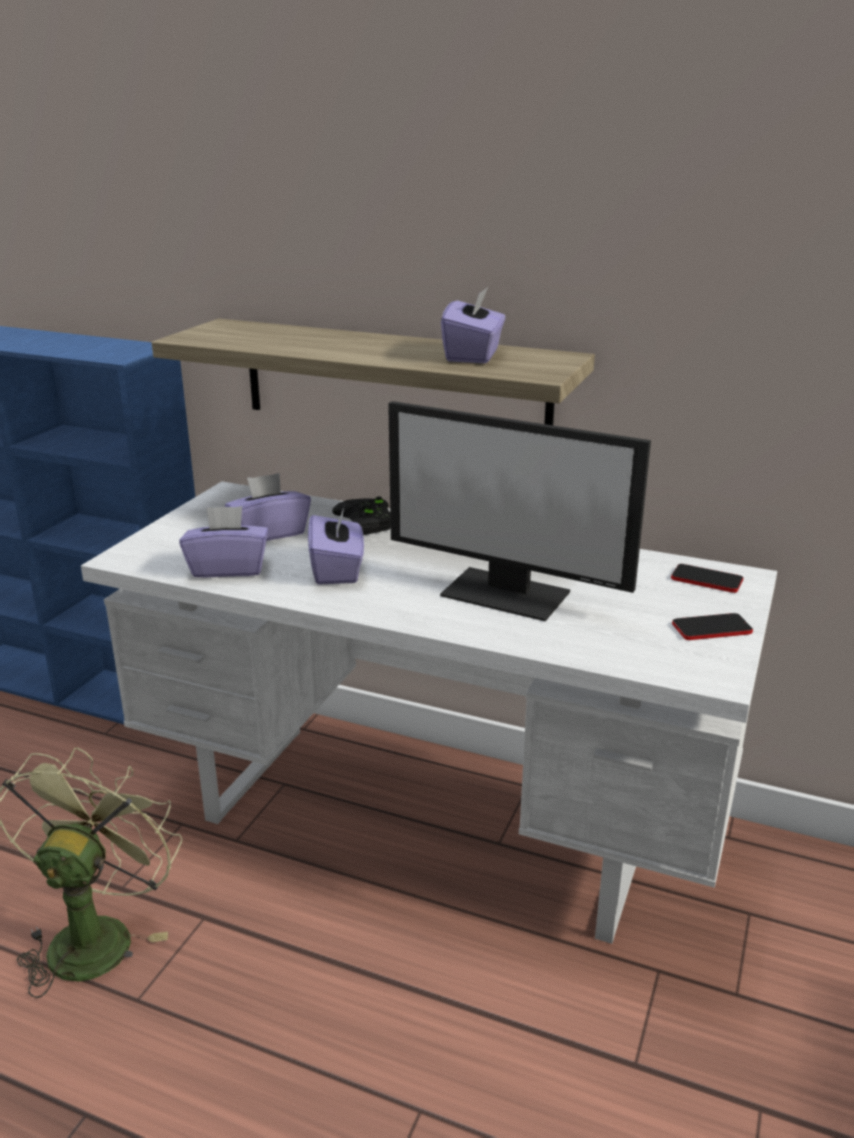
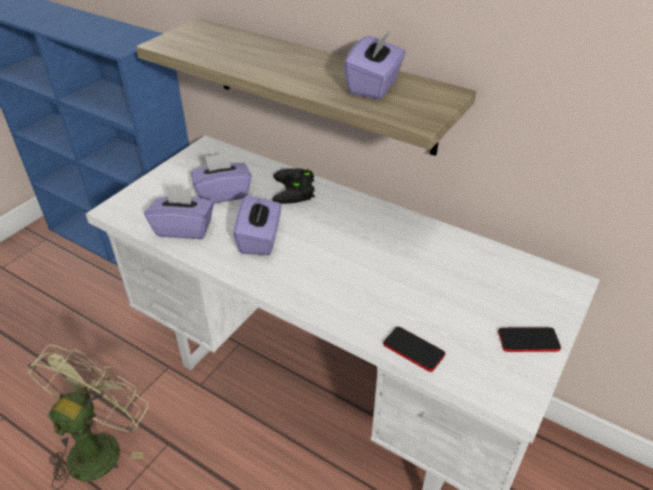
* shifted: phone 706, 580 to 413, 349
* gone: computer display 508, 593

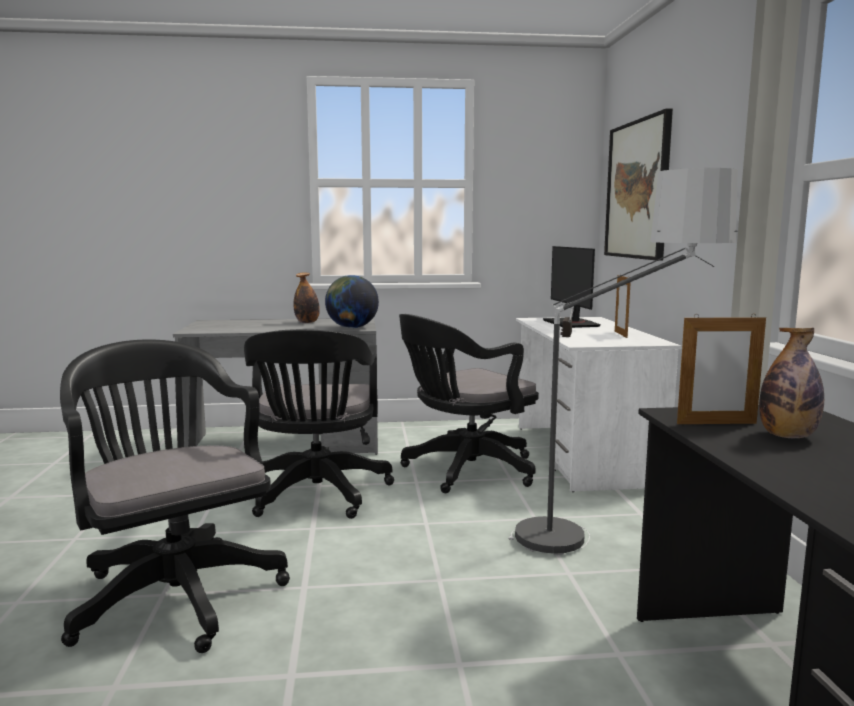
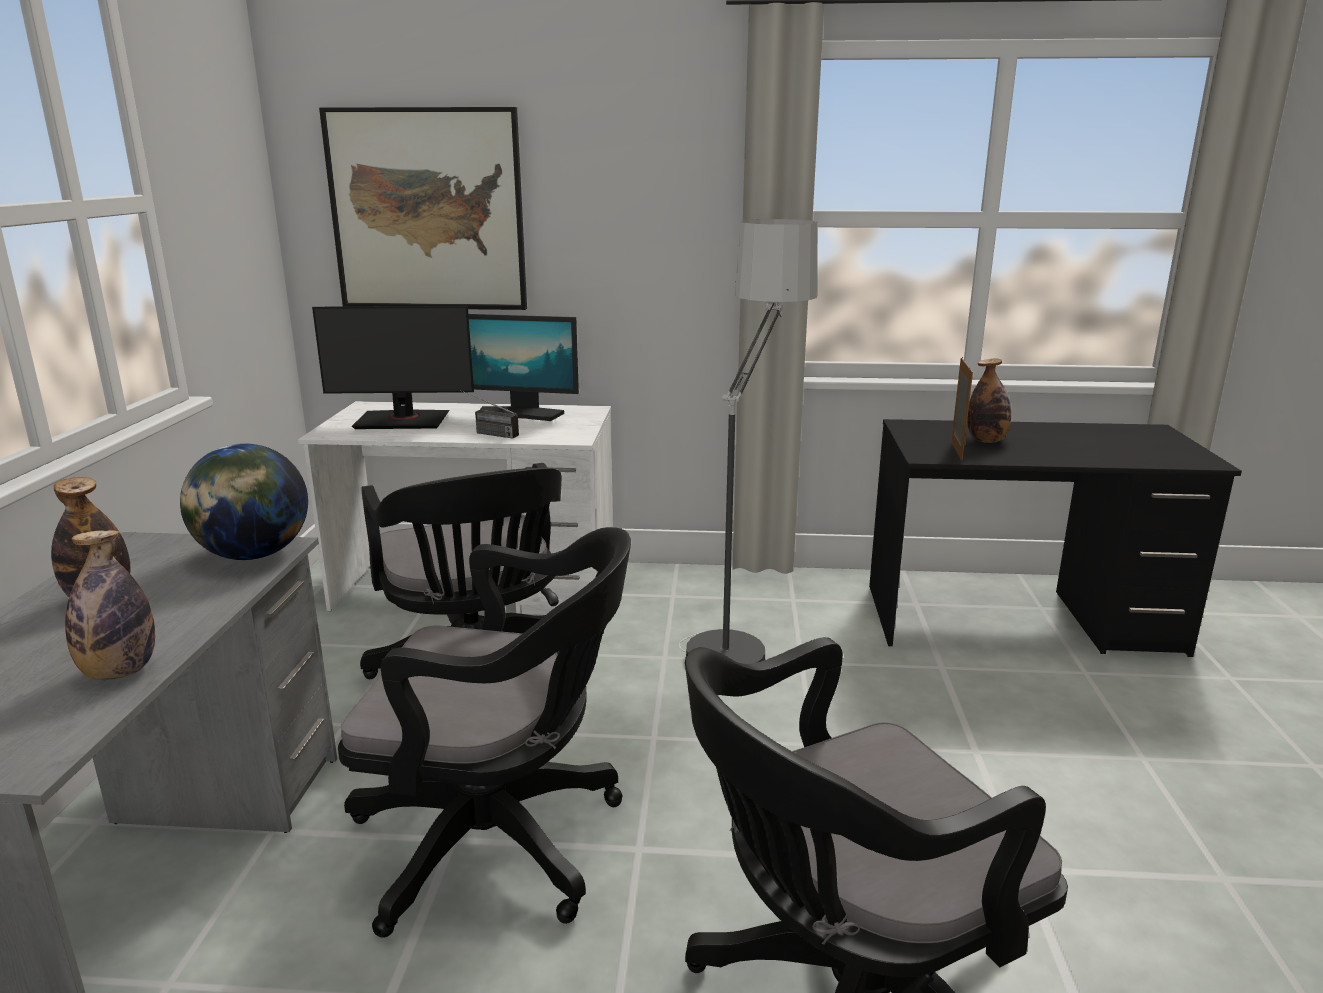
* new: drink bottle 119, 672
* swapped: picture frame 620, 334 to computer display 520, 414

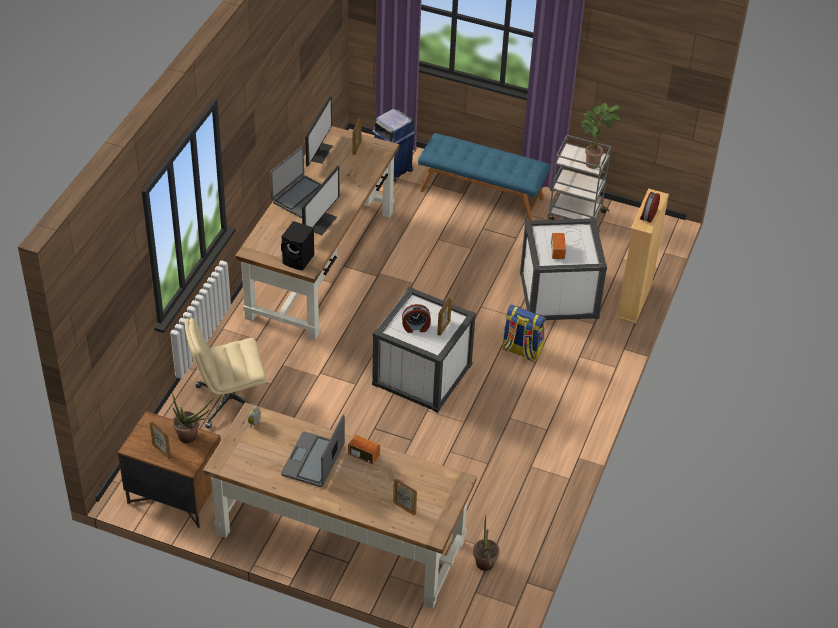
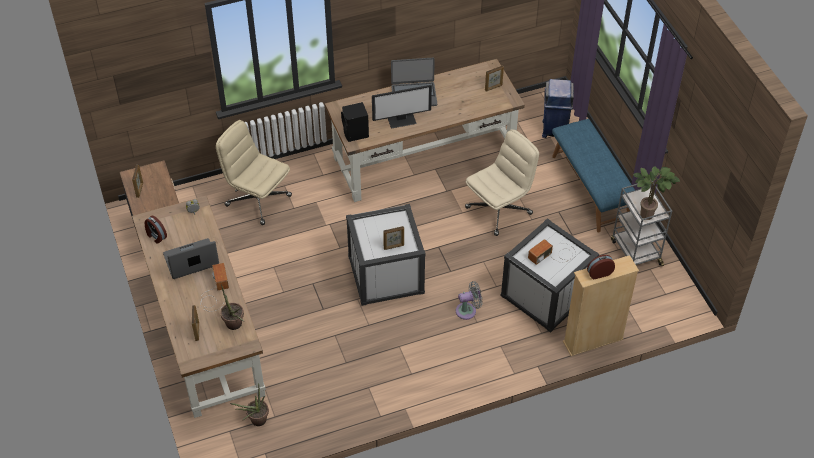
* shifted: bedside clock 416, 327 to 156, 236
* shifted: houseplant 191, 437 to 235, 326
* swapped: rucksack 521, 350 to fan (gray) 468, 310
* new: computer chair (sand-coloured) 499, 210
* gone: computer display 318, 152

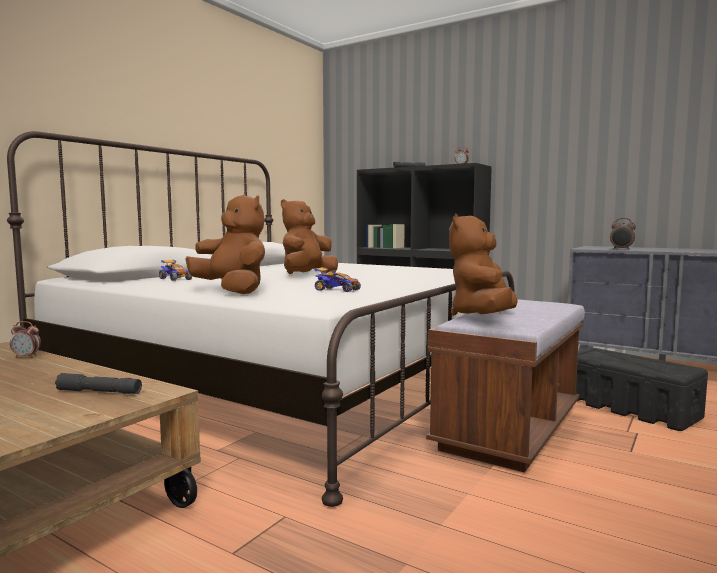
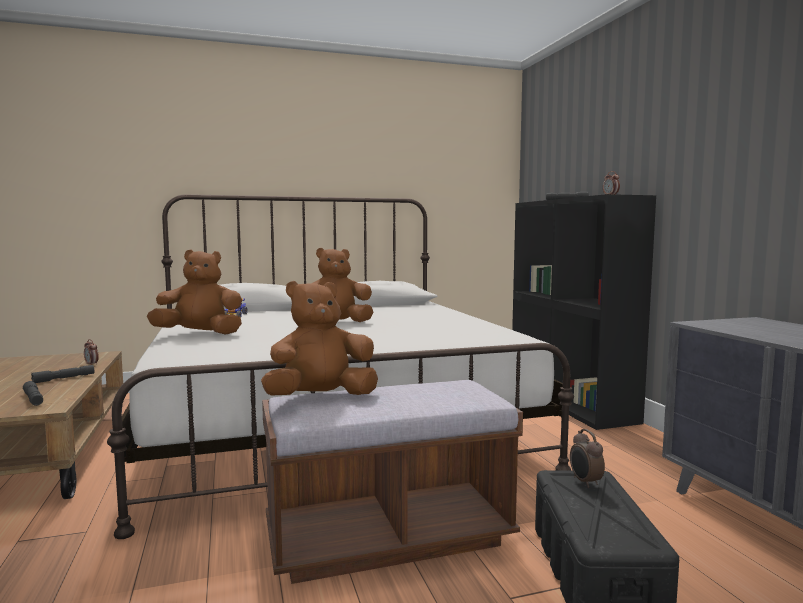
* new: hand torch (gray) 64, 378
* rotated: soft toy (brown-coloured) 232, 291 = 200, 334 90 degrees counterclockwise
* shifted: bedside clock 621, 249 to 585, 482
* gone: miniature car 336, 290

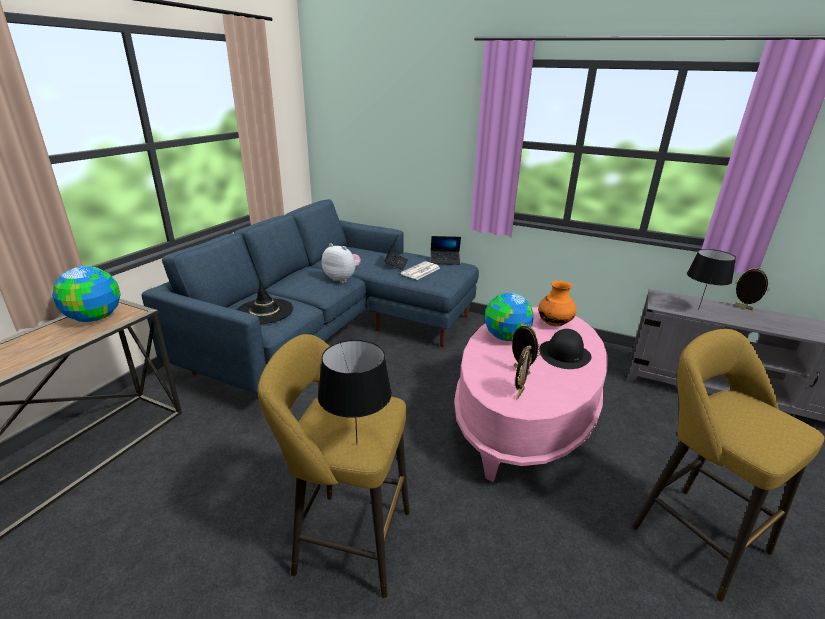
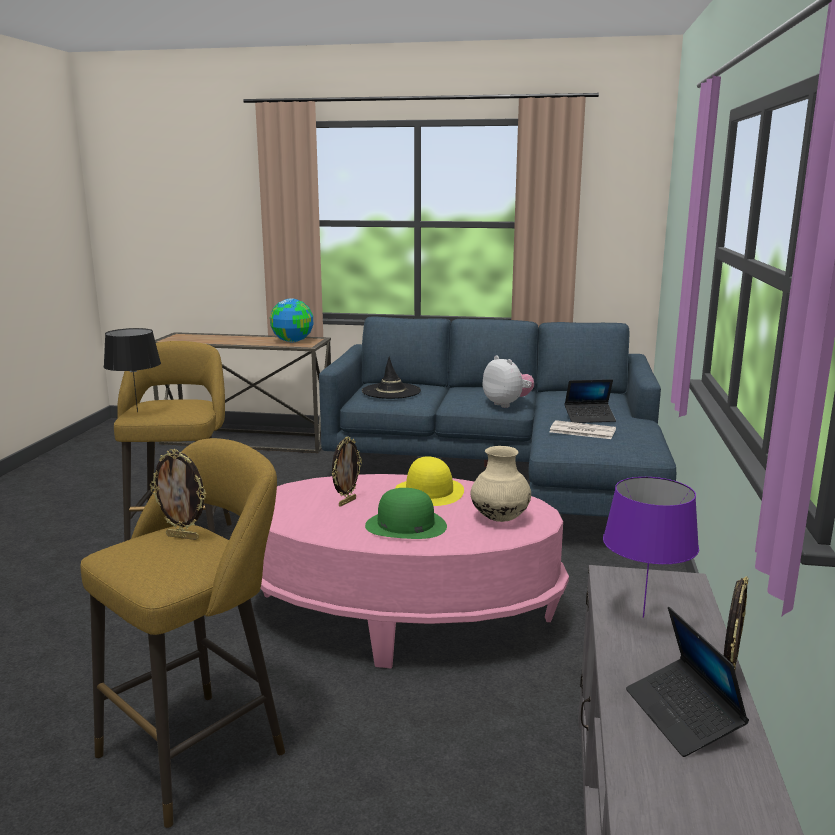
* shifted: picture frame 519, 394 to 183, 537
* repainted: hat (black-coloured) 564, 354 to hat (green-coloured) 405, 525
* swapped: globe 505, 337 to hat (yellow-coloured) 429, 491
* repainted: flower vase (orange) 554, 324 to flower vase (sand-coloured) 500, 519
* rotated: soft toy 342, 279 = 507, 404 45 degrees counterclockwise
* repainted: table lamp (black-coloured) 697, 309 to table lamp (purple) 643, 616
* shifted: laptop 445, 261 to 682, 716

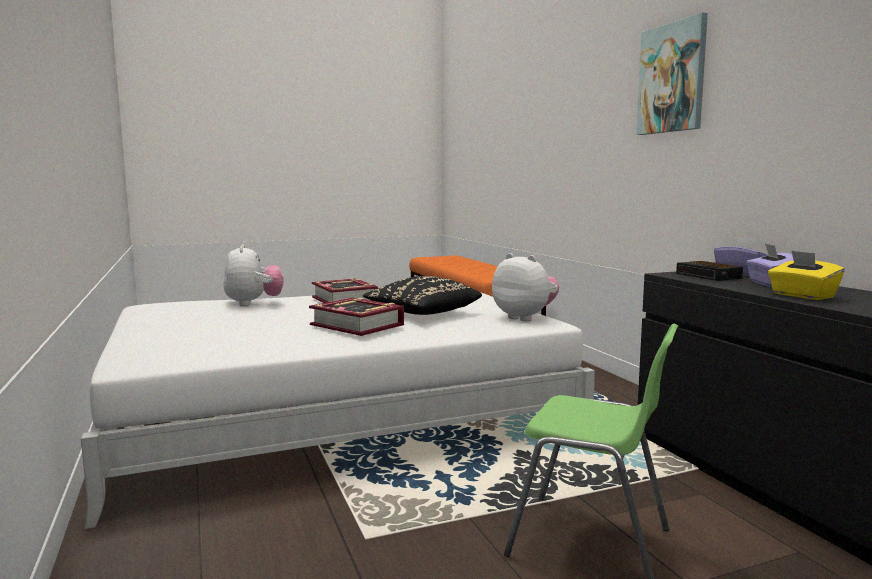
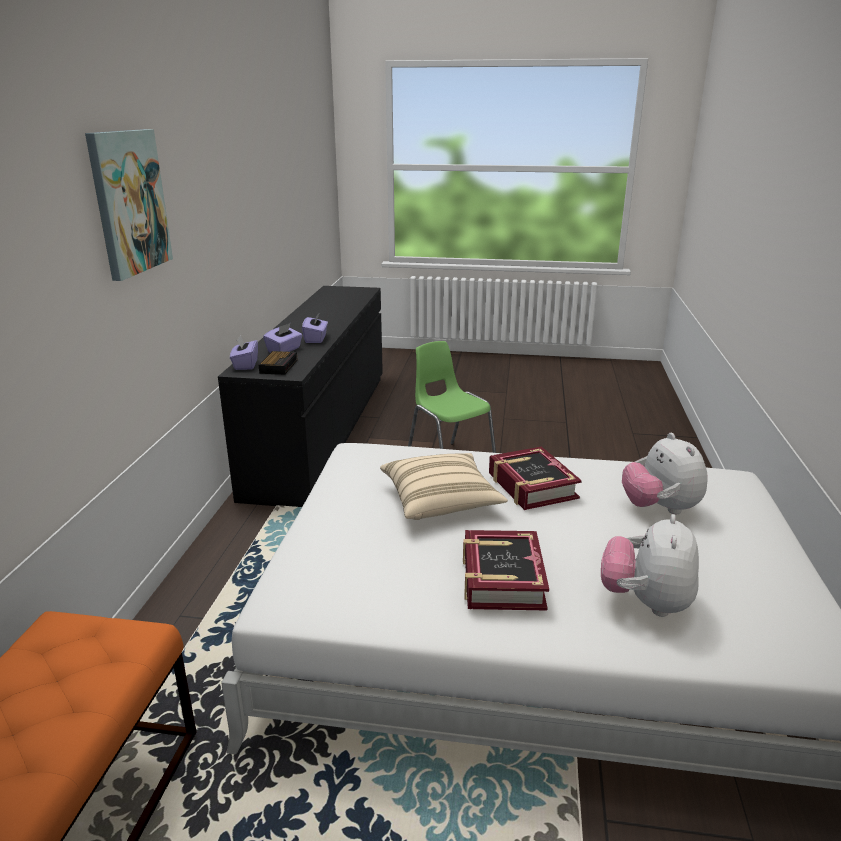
* repainted: box of tissues (yellow-coloured) 802, 296 to box of tissues (purple) 316, 339
* repainted: throw pillow (black-coloured) 422, 313 to throw pillow (sand-coloured) 440, 502
* shifted: soft toy 525, 318 to 659, 508

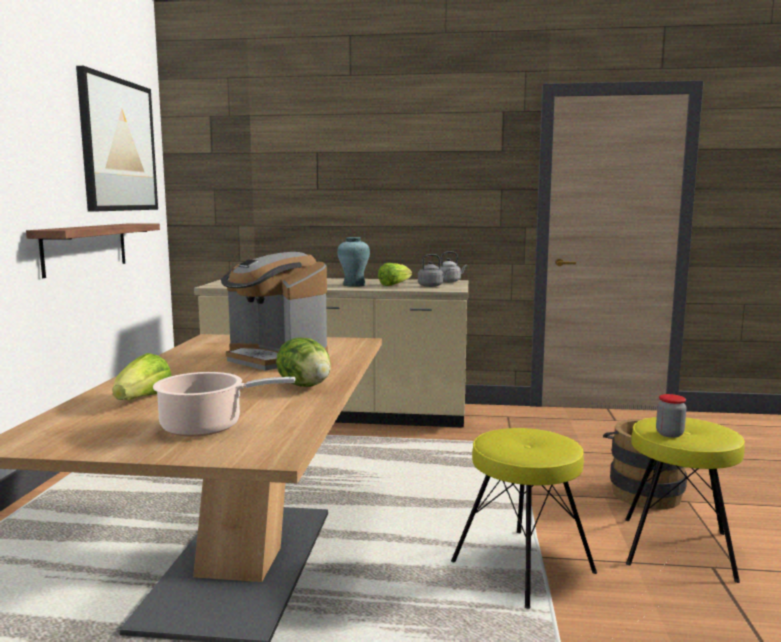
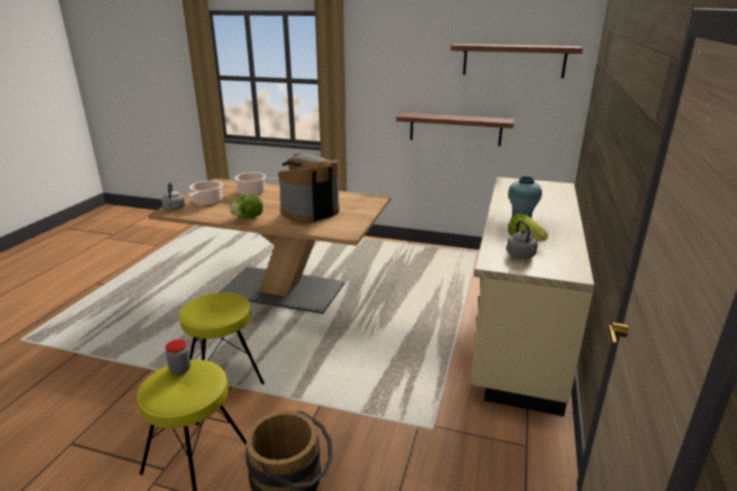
* shifted: kettle (gray) 449, 281 to 174, 209
* swapped: lettuce head 143, 399 to stockpot 253, 192
* swapped: wall picture 118, 145 to bracket shelf 513, 60

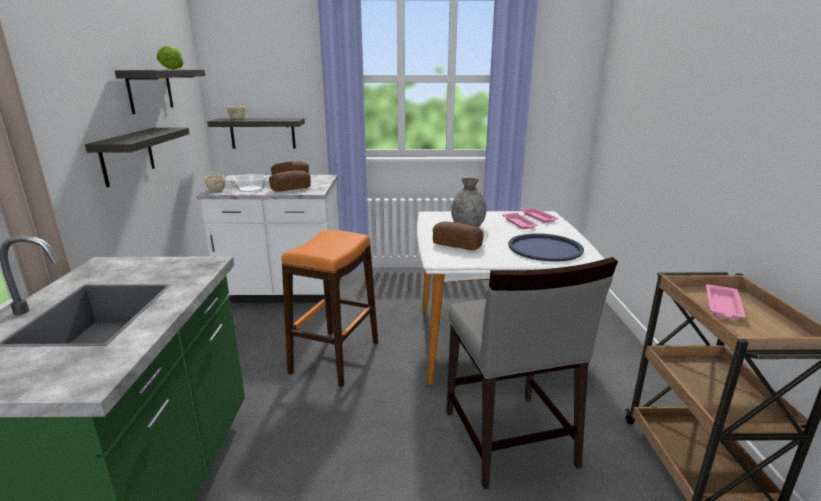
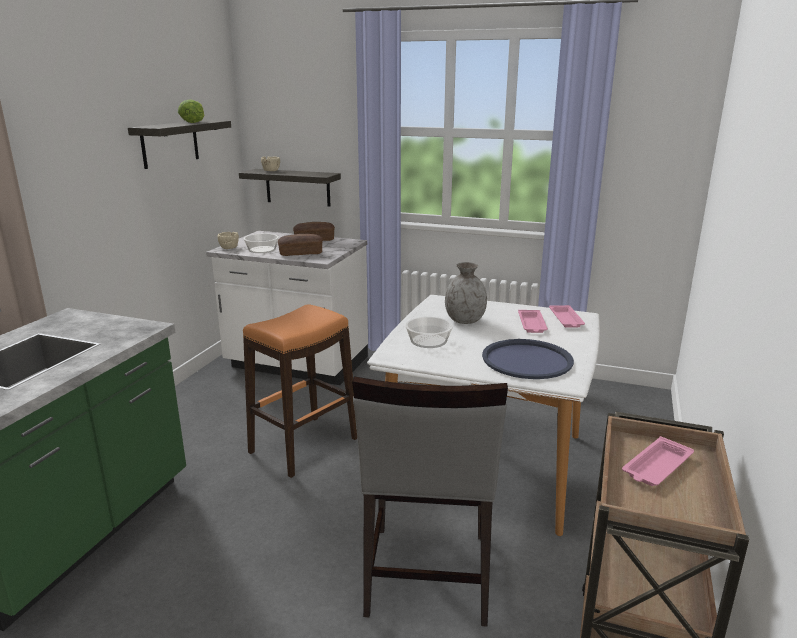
* swapped: bakery bread 457, 245 to deep dish 428, 341
* gone: bracket shelf 127, 156

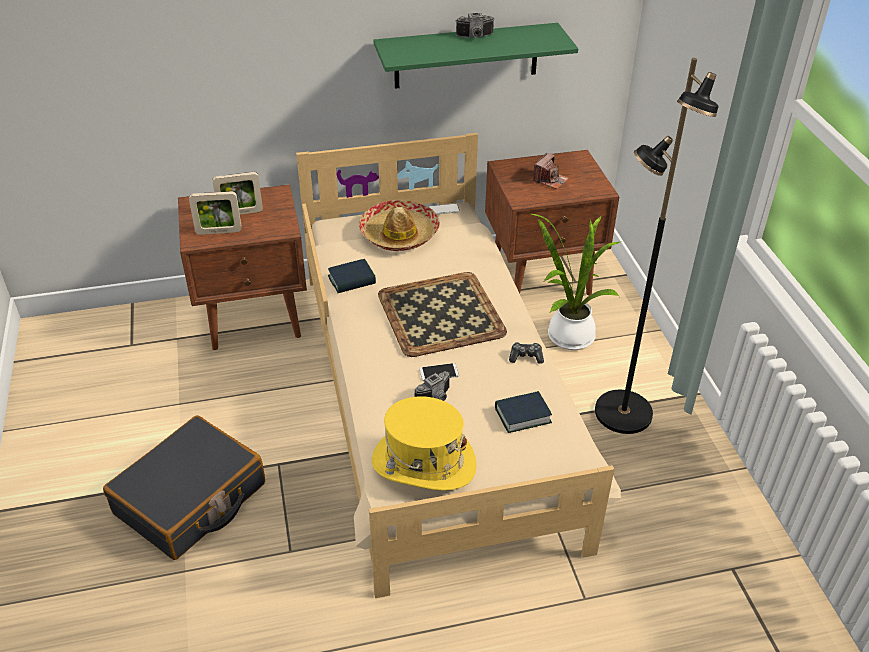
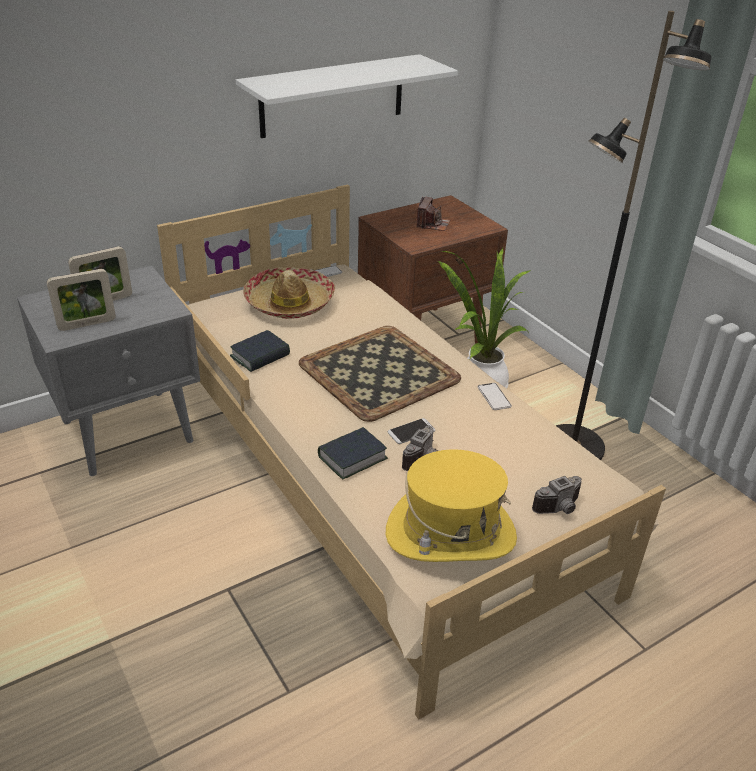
* repainted: nightstand (brown-coloured) 255, 318 to nightstand (gray) 130, 431
* repainted: bracket shelf (green-coloured) 466, 56 to bracket shelf (whitish) 332, 96
* shifted: book 522, 415 to 352, 458
* swapped: joypad 526, 357 to phone 494, 397
* shifted: photo camera 475, 37 to 560, 509
* gone: suitcase (black-coloured) 191, 499

